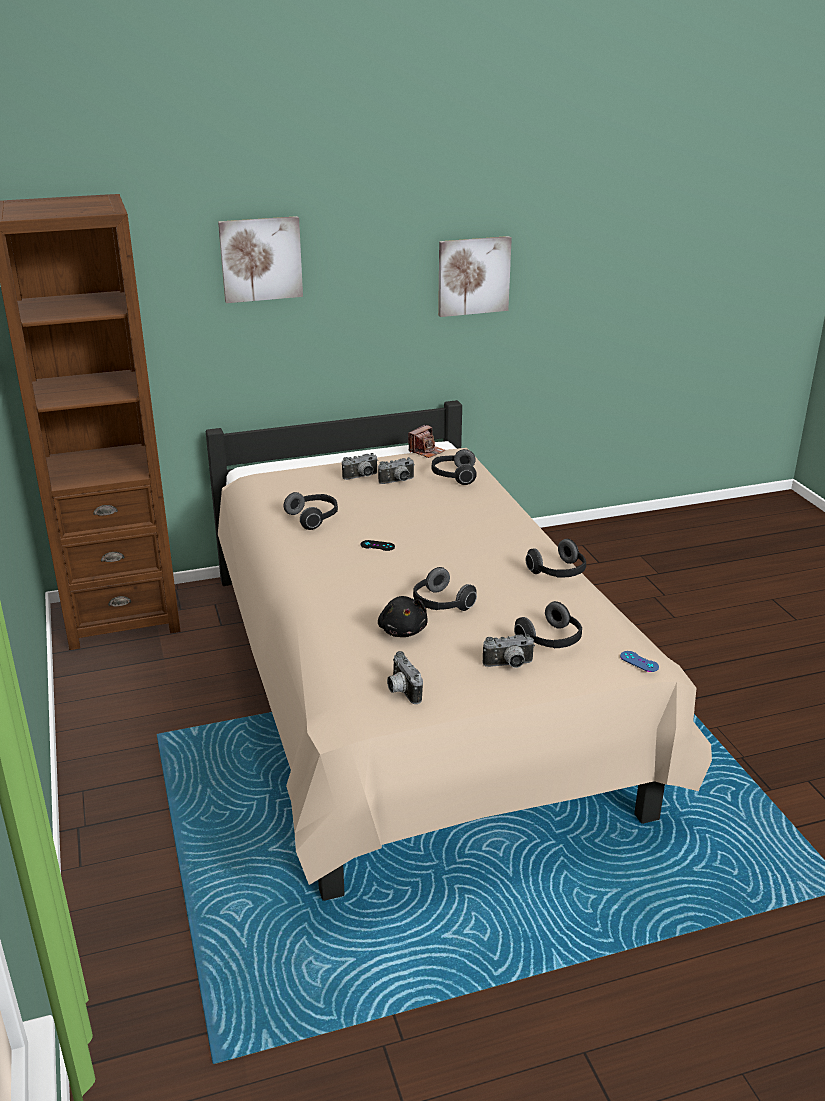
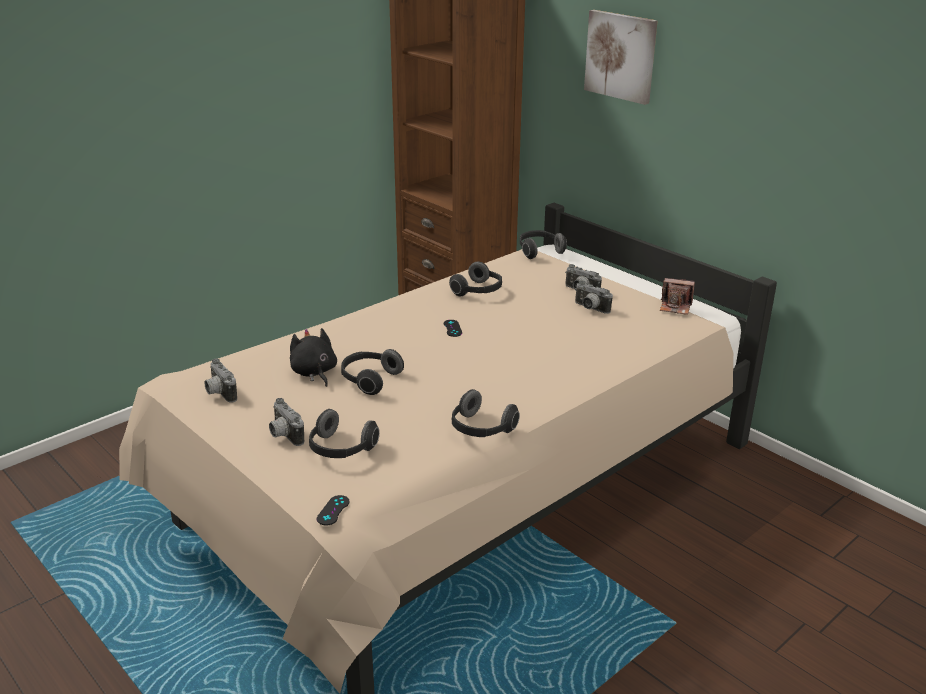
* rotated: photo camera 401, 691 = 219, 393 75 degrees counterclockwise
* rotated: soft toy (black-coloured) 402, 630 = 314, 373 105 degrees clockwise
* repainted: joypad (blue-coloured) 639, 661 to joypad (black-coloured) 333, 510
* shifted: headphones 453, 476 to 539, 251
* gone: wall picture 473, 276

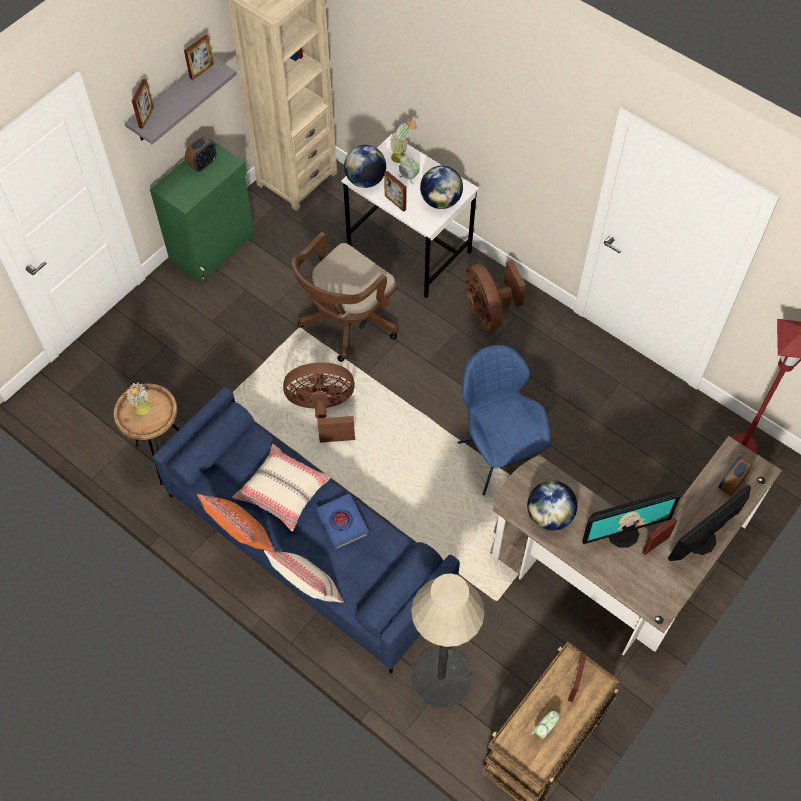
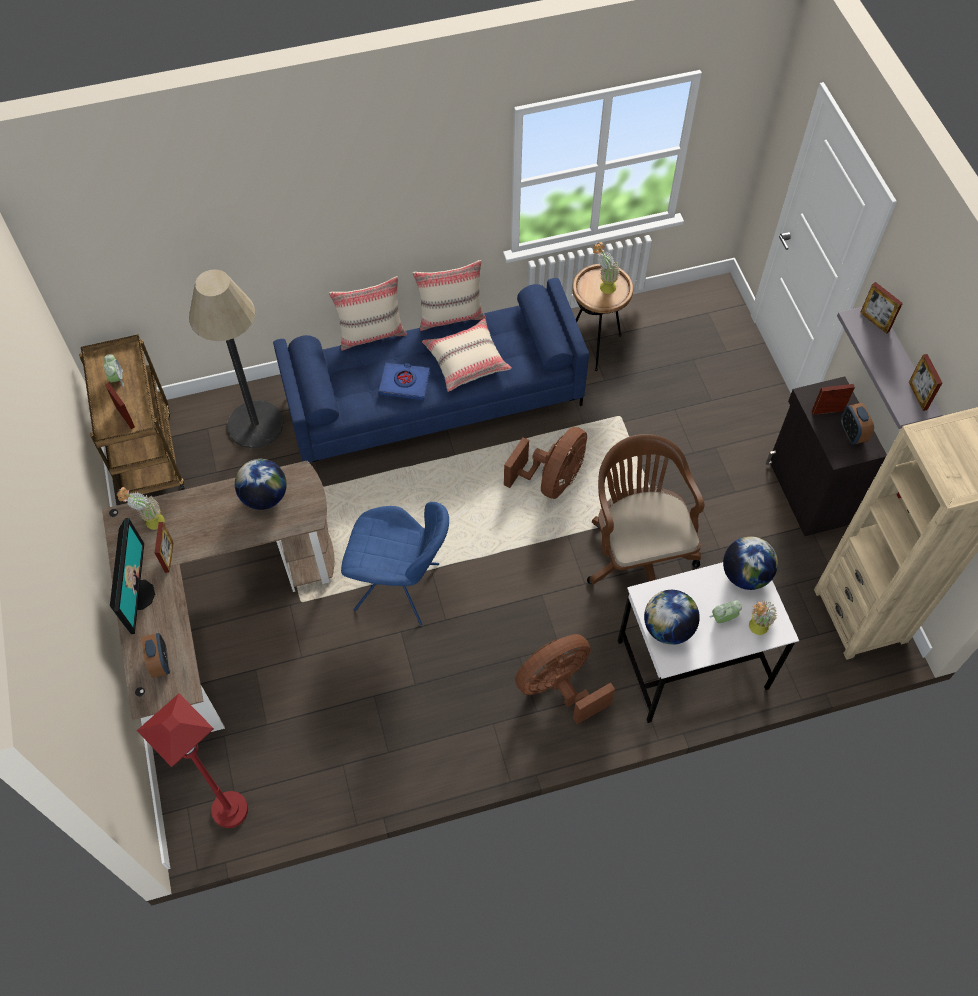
* new: houseplant 150, 523
* repainted: throw pillow (orange) 241, 536 to throw pillow (sand-coloured) 451, 316
* rotated: fan (brown-coloured) 488, 312 = 559, 687 45 degrees counterclockwise
* repainted: cabinet (green-coloured) 214, 248 to cabinet (black-coloured) 807, 493
* shifted: picture frame 395, 202 to 827, 411
* gone: computer display 623, 533

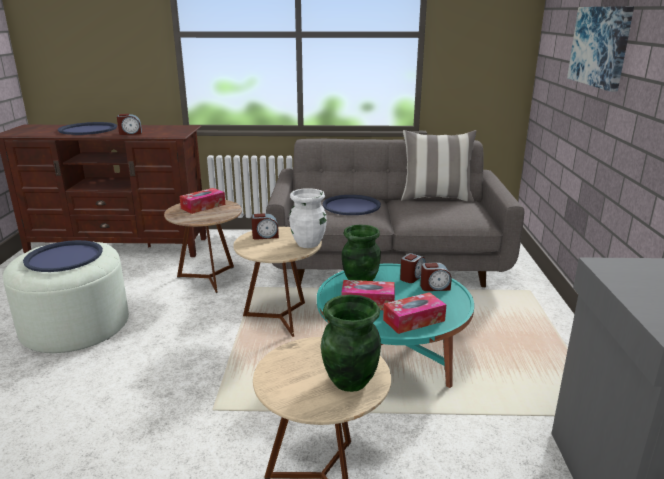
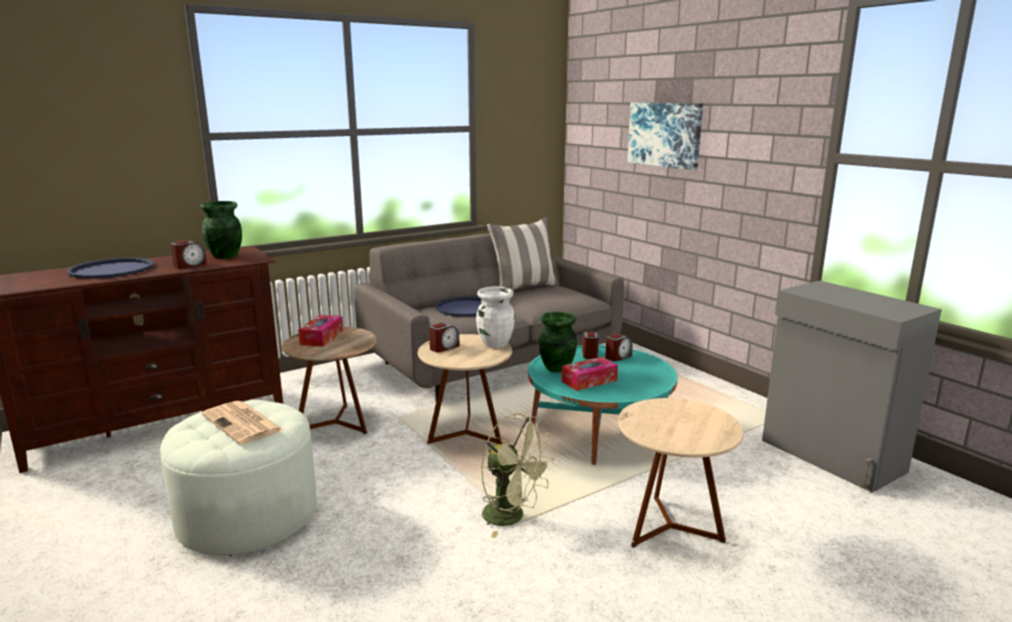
* shifted: flower vase (green-coloured) 350, 381 to 225, 256
* swapped: carrying tray (blue-coloured) 64, 257 to printed paper 243, 423
* new: fan (green-coloured) 512, 517
* gone: box of tissues 414, 320

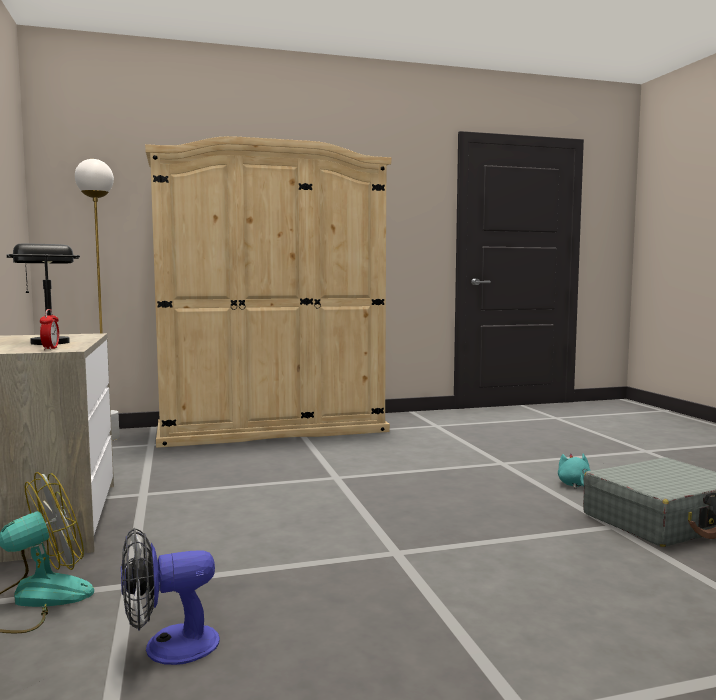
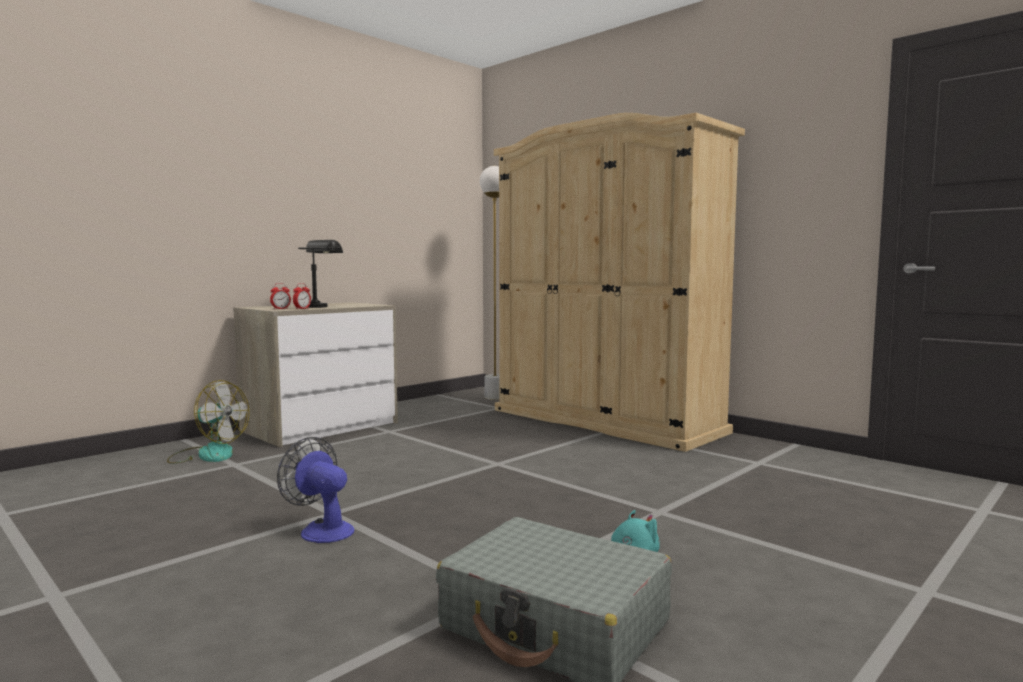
* shifted: fan 168, 647 to 321, 529
* new: bedside clock 302, 309

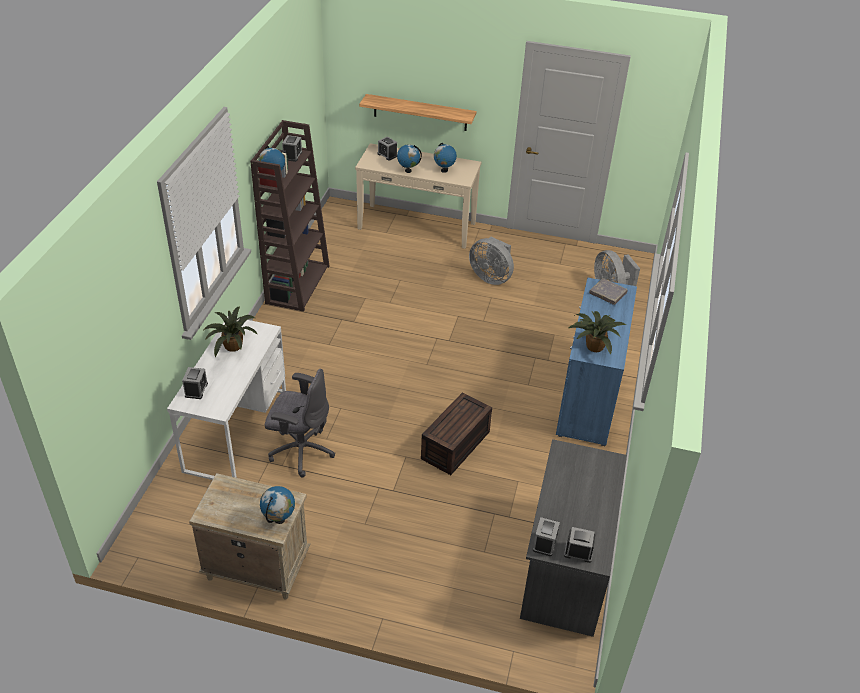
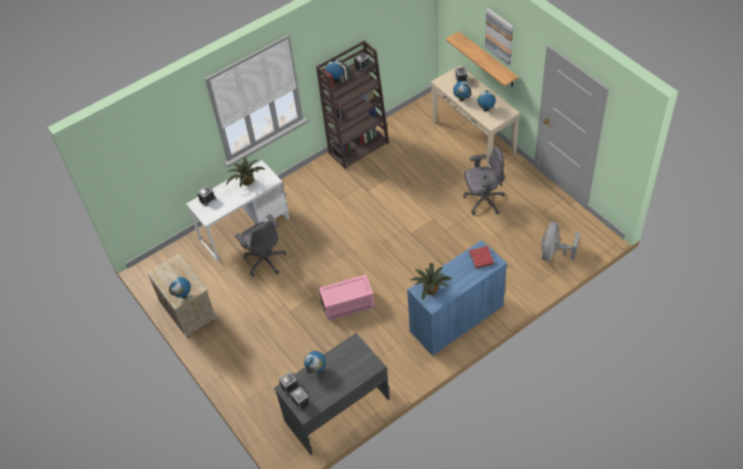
* new: globe 316, 370
* repainted: storage box (brown-coloured) 456, 446 to storage box (pink) 347, 305
* swapped: fan (gray) 491, 277 to computer chair (gray) 483, 201
* repainted: book (gray) 608, 293 to book (reddish) 481, 258
* new: wall picture 499, 36

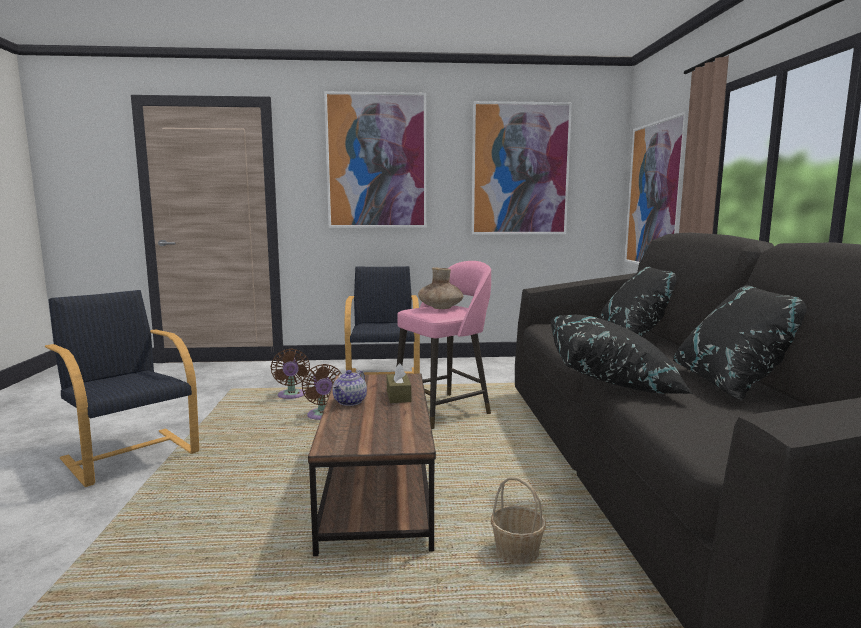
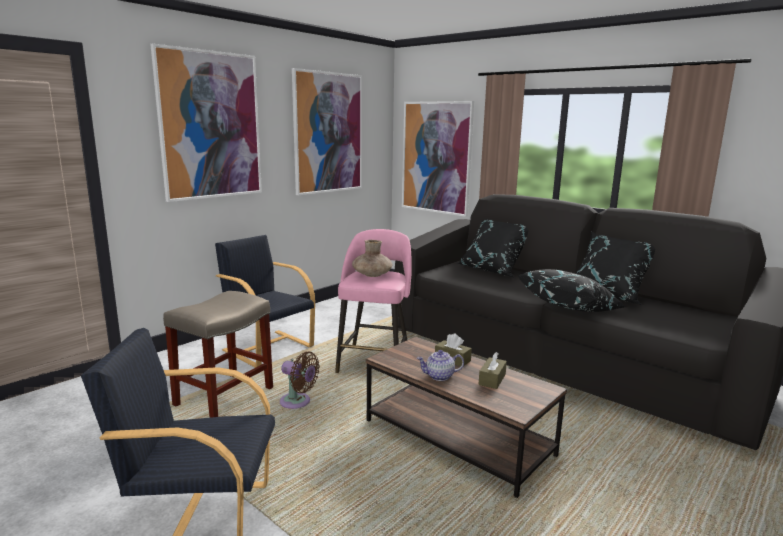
* swapped: fan (brown-coloured) 291, 396 to stool seat (sand-coloured) 225, 396
* rotated: tea pot 350, 402 = 439, 376 105 degrees clockwise
* new: box of tissues (brown-coloured) 492, 379
* gone: basket 517, 552

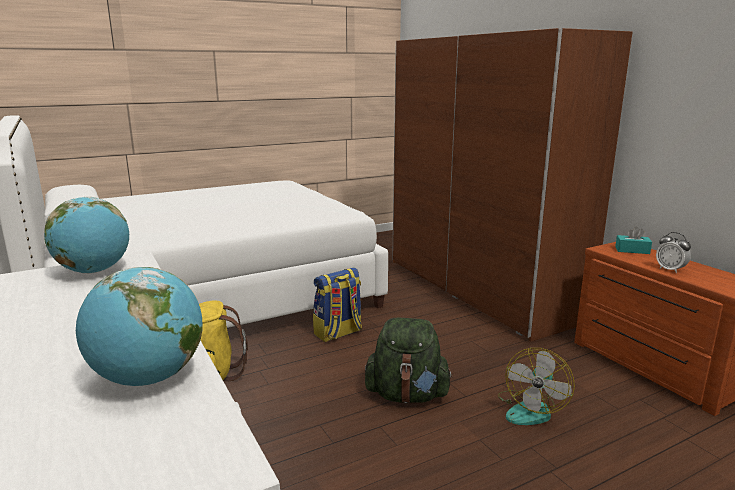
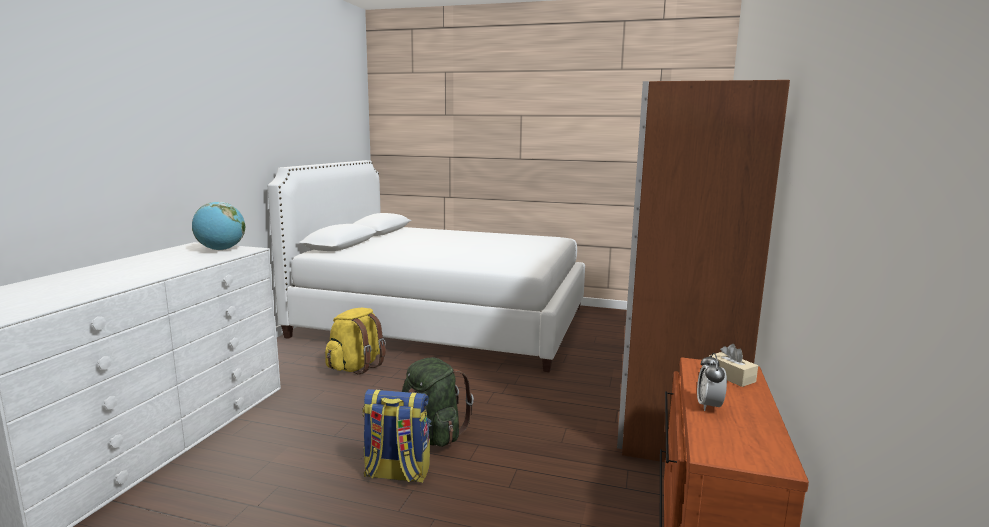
* shifted: rucksack 338, 333 to 396, 473
* repainted: box of tissues (turquoise-coloured) 632, 250 to box of tissues (sand-coloured) 731, 377
* gone: globe 148, 378
* gone: fan 531, 409

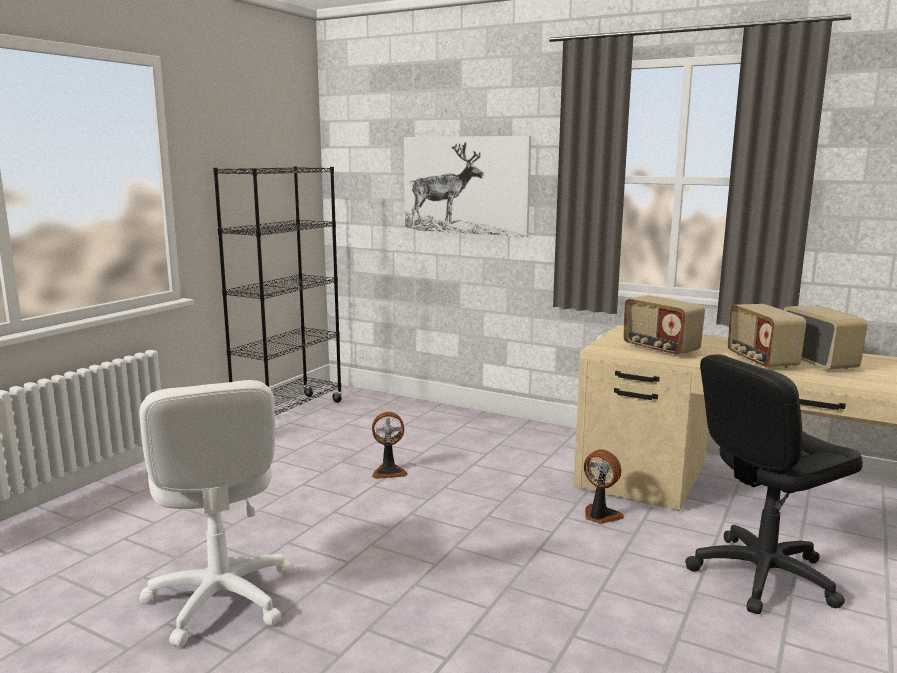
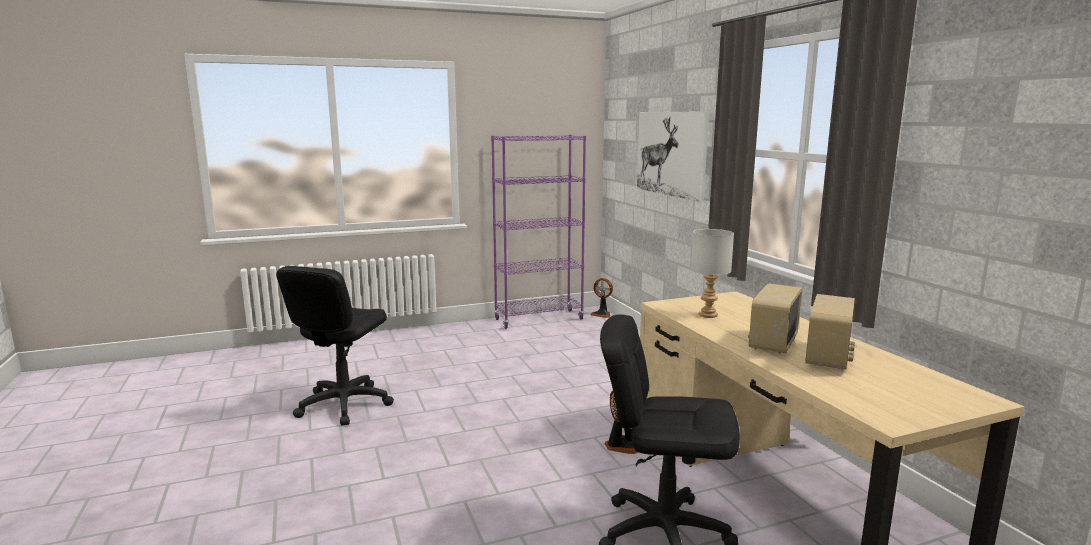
* repainted: computer chair (whitish) 220, 599 to computer chair (black-coloured) 344, 404
* repainted: bookshelf (black-coloured) 289, 414 to bookshelf (purple) 539, 319
* shifted: fan 389, 471 to 602, 314
* swapped: radio receiver 659, 349 to table lamp (gray) 708, 315

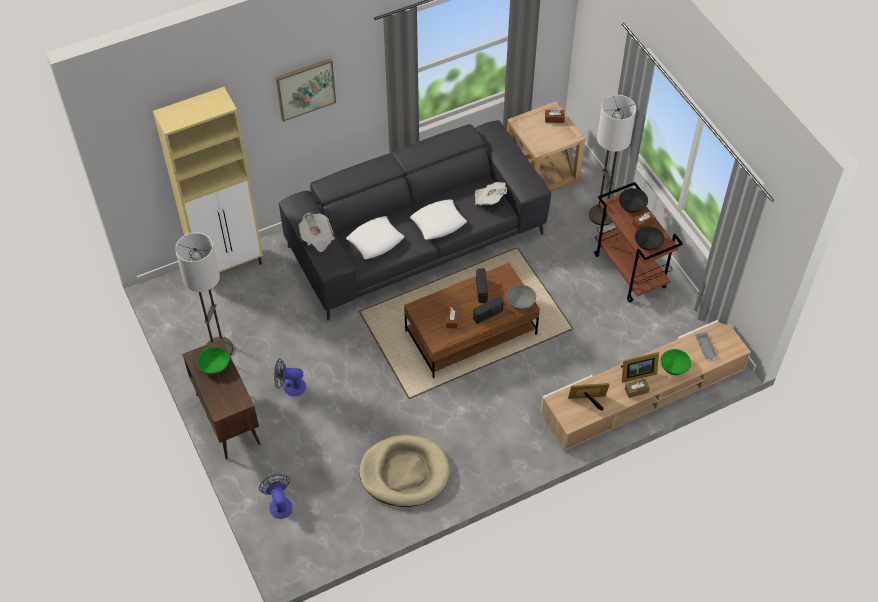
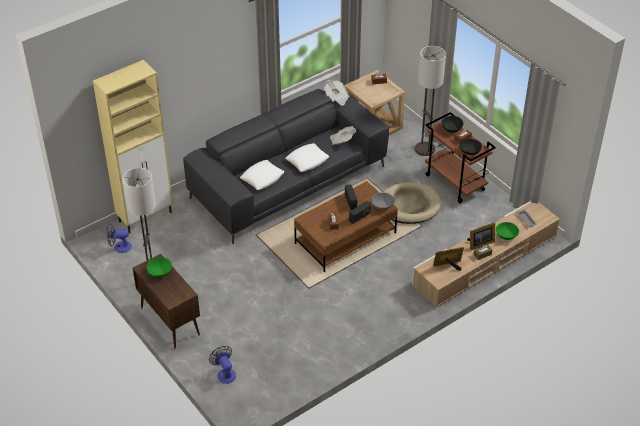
* shifted: fan 290, 387 to 119, 247
* shifted: printed paper 317, 238 to 336, 98
* shifted: dog cushion (sand-coloured) 404, 473 to 409, 205
* gone: wall picture 305, 88

